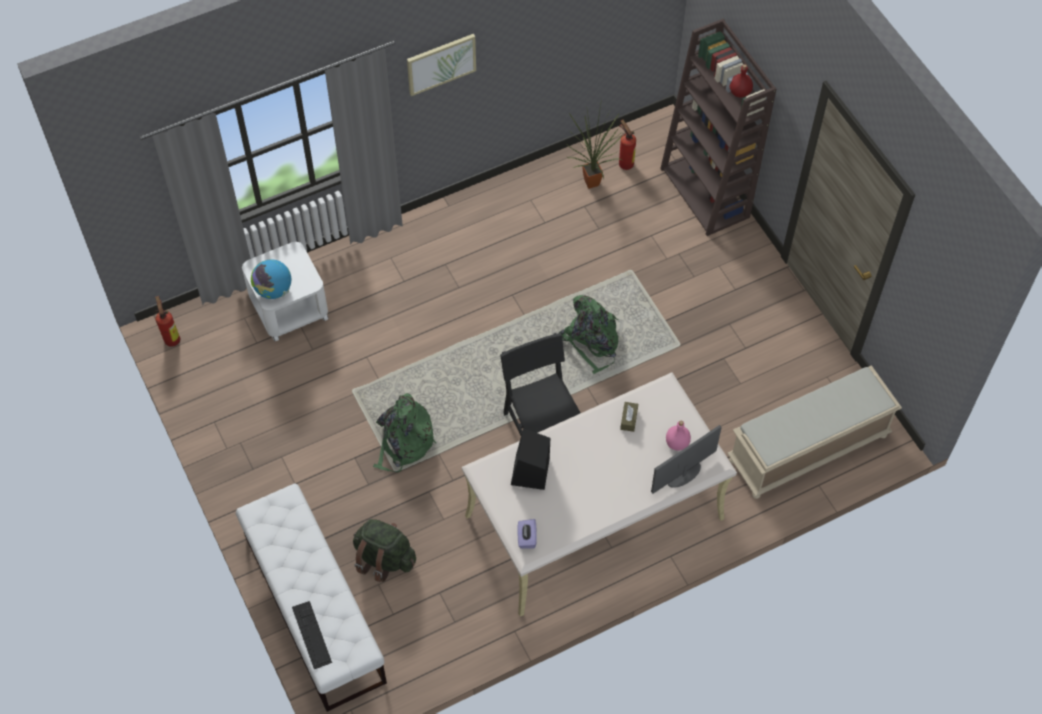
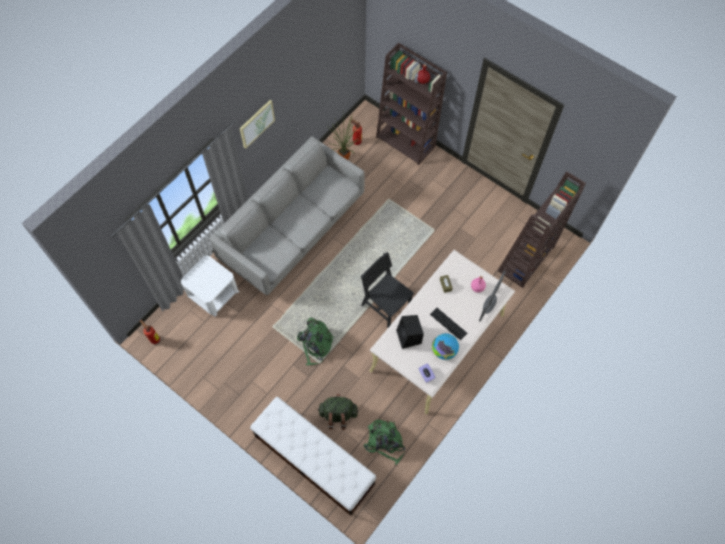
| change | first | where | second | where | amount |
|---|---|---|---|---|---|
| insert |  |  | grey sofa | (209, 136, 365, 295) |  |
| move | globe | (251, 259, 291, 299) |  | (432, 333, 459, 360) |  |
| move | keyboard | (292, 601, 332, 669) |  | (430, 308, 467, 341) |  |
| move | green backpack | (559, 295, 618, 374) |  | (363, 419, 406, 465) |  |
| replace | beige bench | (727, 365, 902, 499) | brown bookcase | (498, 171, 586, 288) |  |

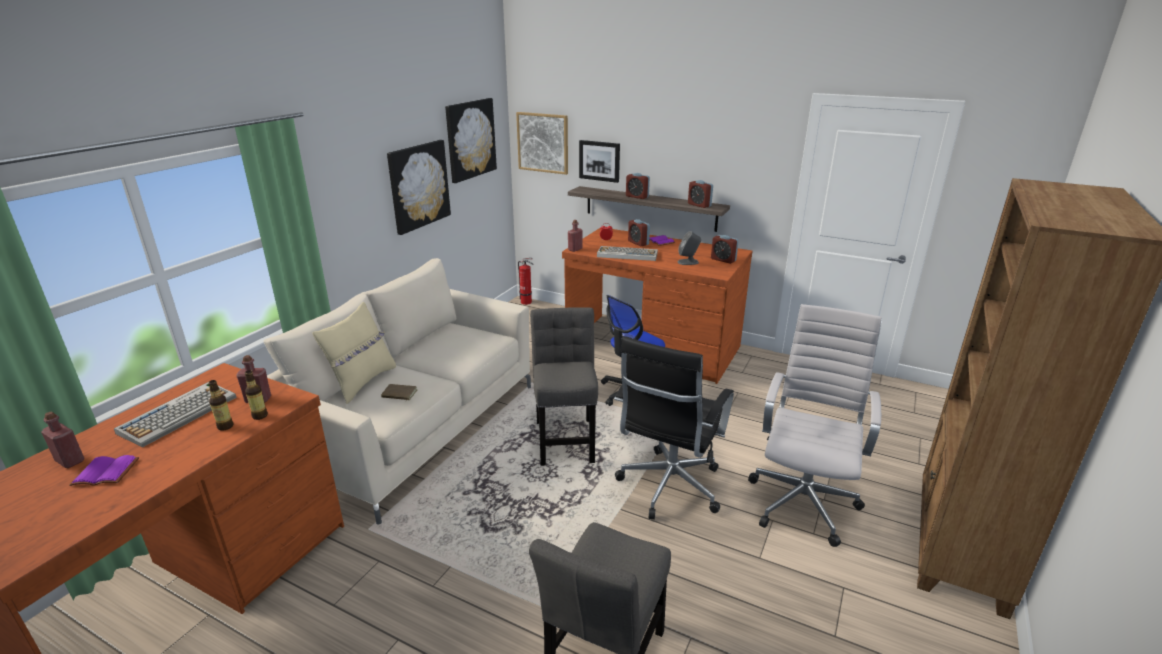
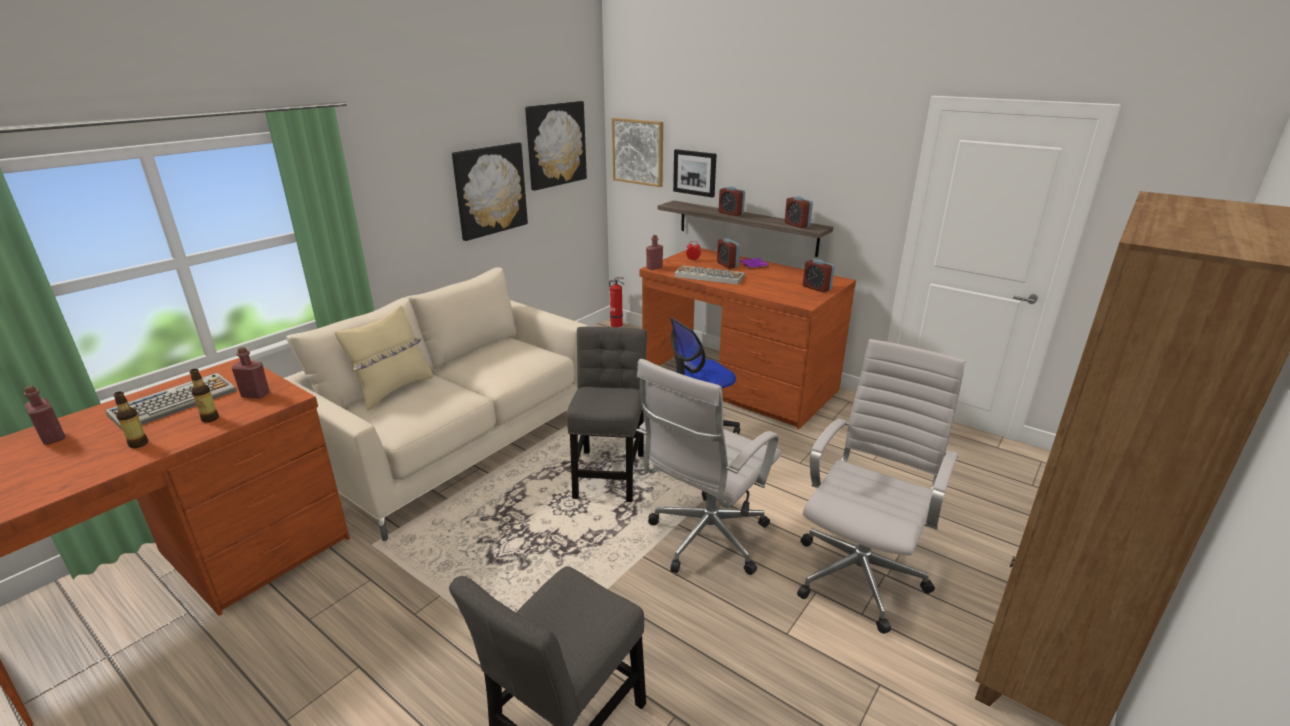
| change | first | where | second | where | amount |
|---|---|---|---|---|---|
| delete | purple book | (69, 455, 139, 486) |  |  |  |
| delete | brown book | (381, 384, 418, 401) |  |  |  |
| delete | grey speaker | (678, 231, 701, 265) |  |  |  |
| move | bottle | (245, 370, 268, 420) |  | (113, 391, 148, 448) |  |
| recolor | black office chair | (614, 336, 734, 520) | white office chair | (637, 359, 782, 575) |  |

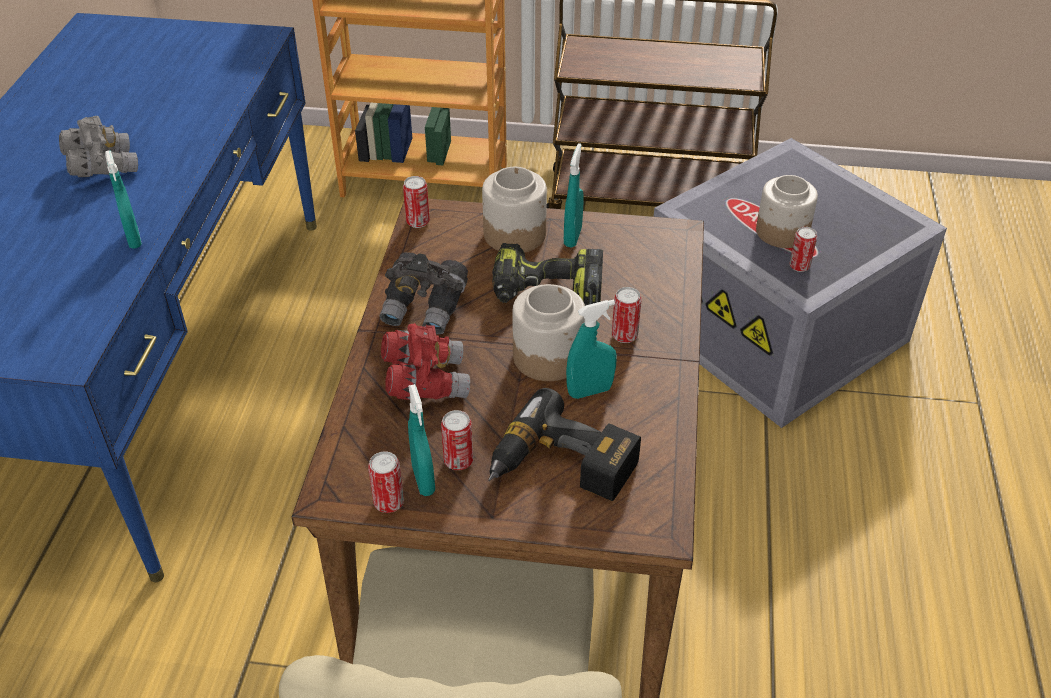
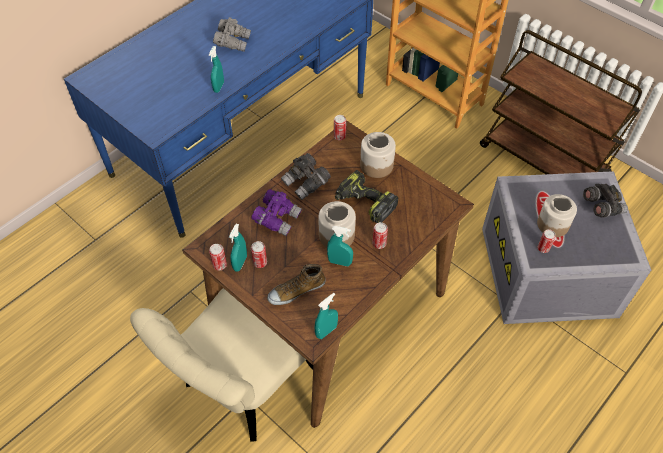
| change | first | where | second | where | amount |
|---|---|---|---|---|---|
| insert |  |  | grey binoculars | (583, 184, 628, 218) |  |
| move | turquoise spray bottle | (564, 143, 584, 247) |  | (314, 293, 338, 339) |  |
| replace | power drill | (488, 388, 641, 501) | shoe | (267, 264, 326, 305) |  |
| recolor | red binoculars | (381, 323, 470, 400) | purple binoculars | (251, 189, 302, 236) |  |

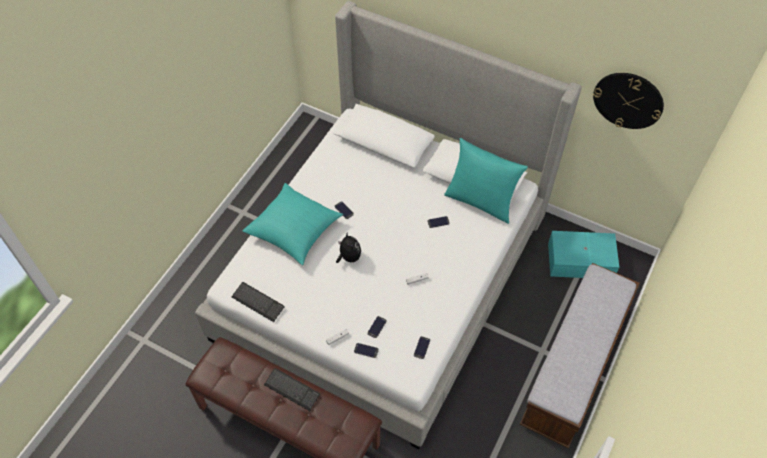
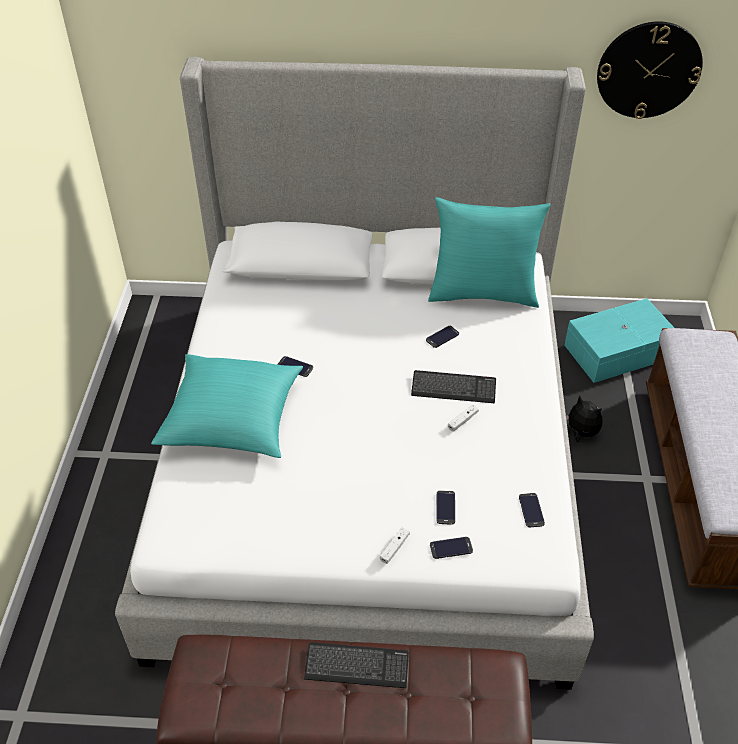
| change | first | where | second | where | amount |
|---|---|---|---|---|---|
| move | keyboard | (232, 282, 285, 322) |  | (411, 370, 496, 403) |  |
| move | plush toy | (336, 233, 361, 263) |  | (566, 395, 603, 443) |  |

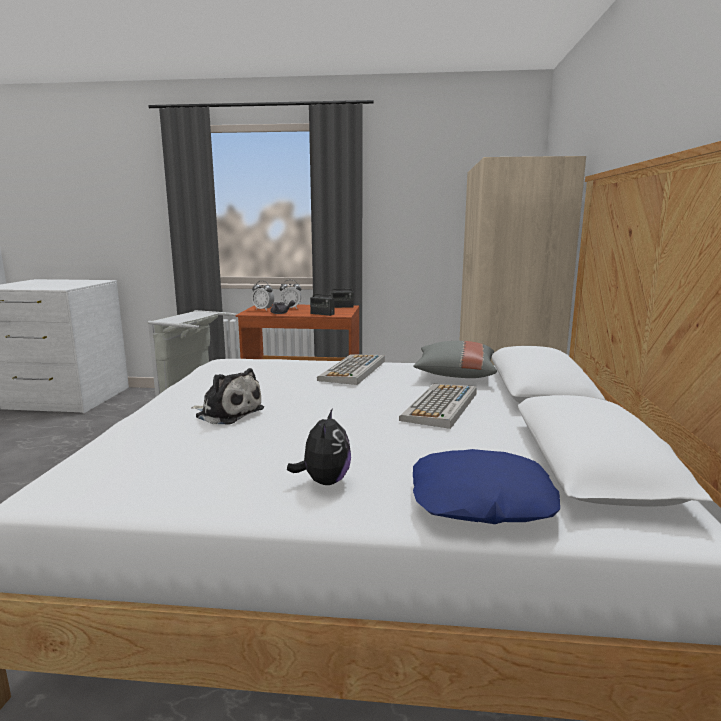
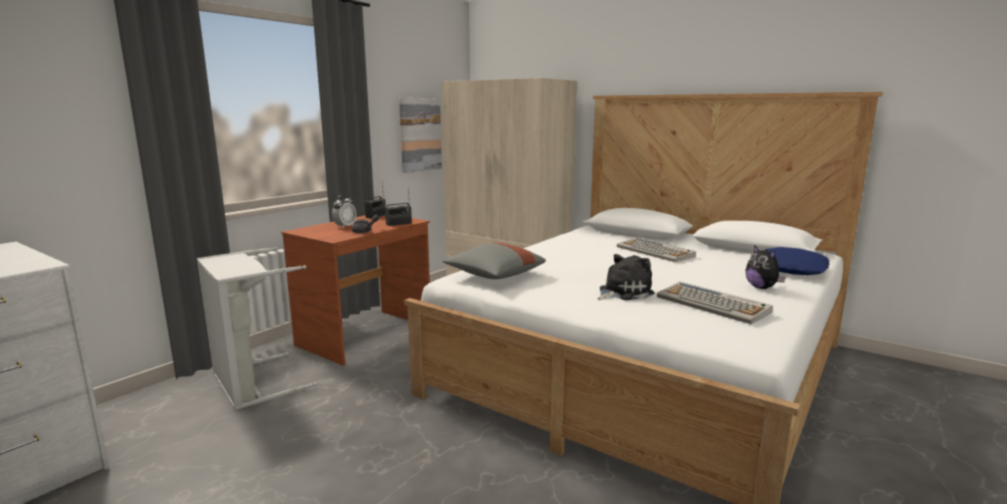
| change | first | where | second | where | amount |
|---|---|---|---|---|---|
| delete | alarm clock | (252, 281, 274, 311) |  |  |  |
| insert |  |  | picture | (399, 98, 442, 173) |  |
| move | keyboard | (317, 354, 385, 385) |  | (657, 282, 773, 324) |  |
| move | grey pillow | (413, 341, 497, 378) |  | (442, 242, 546, 279) |  |
| rotate | plush toy | (287, 408, 351, 485) |  | (745, 245, 785, 289) | 150 degrees counterclockwise |

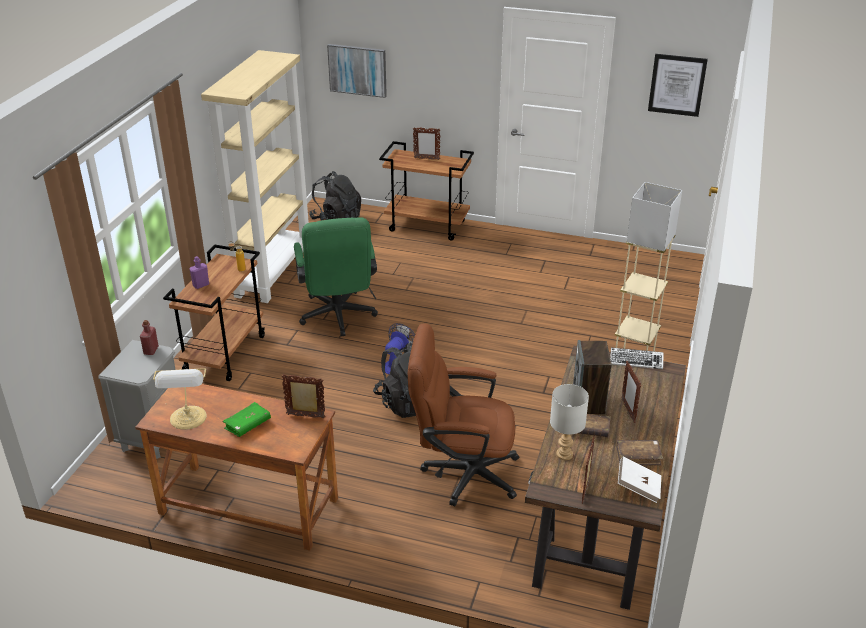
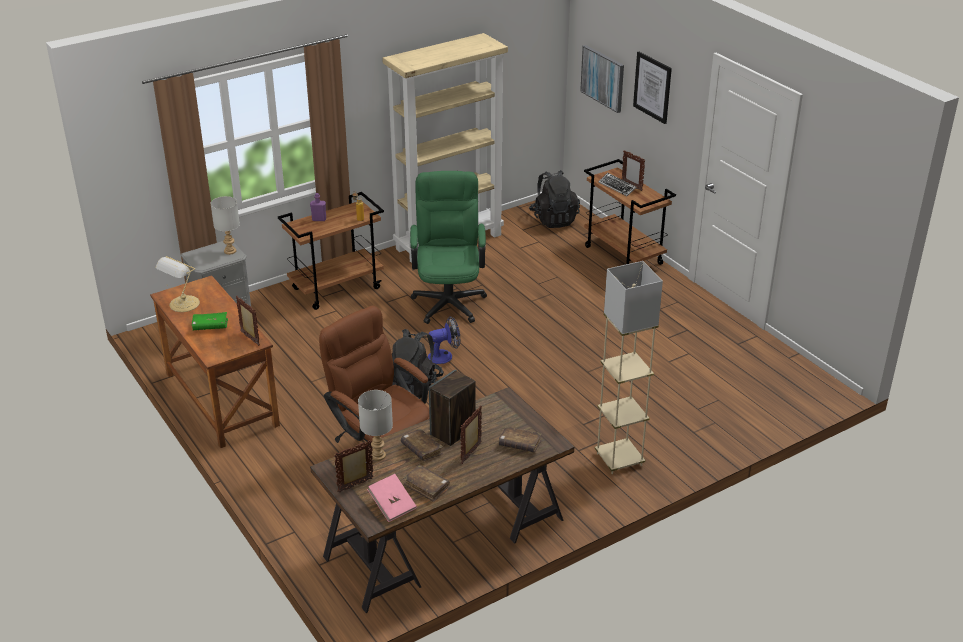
| change | first | where | second | where | amount |
|---|---|---|---|---|---|
| insert |  |  | brown book | (499, 426, 542, 453) |  |
| move | keyboard | (610, 348, 664, 369) |  | (598, 173, 637, 196) |  |
| move | picture | (648, 54, 708, 117) |  | (633, 52, 672, 124) |  |
| replace | red bottle | (140, 320, 159, 355) | grey table lamp | (210, 196, 240, 255) |  |
| recolor | white book | (618, 457, 661, 503) | pink book | (367, 474, 417, 522) |  |
| rotate | green office chair | (294, 217, 378, 336) |  | (410, 171, 487, 324) | 150 degrees clockwise |

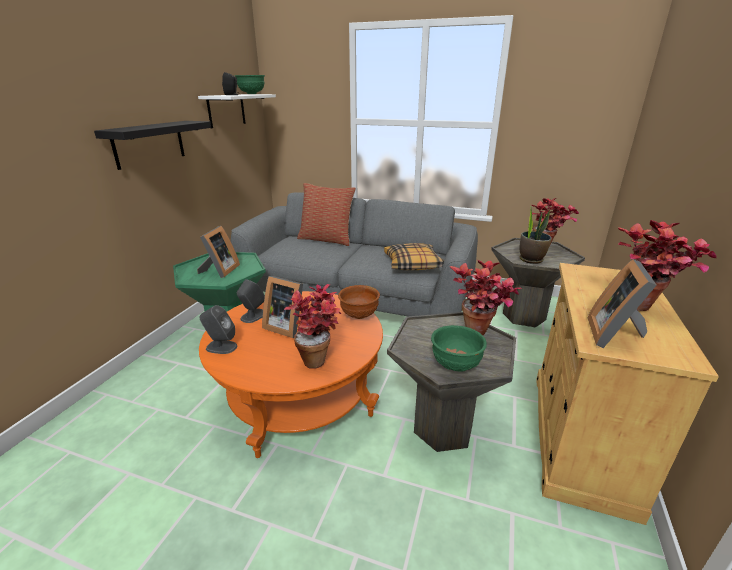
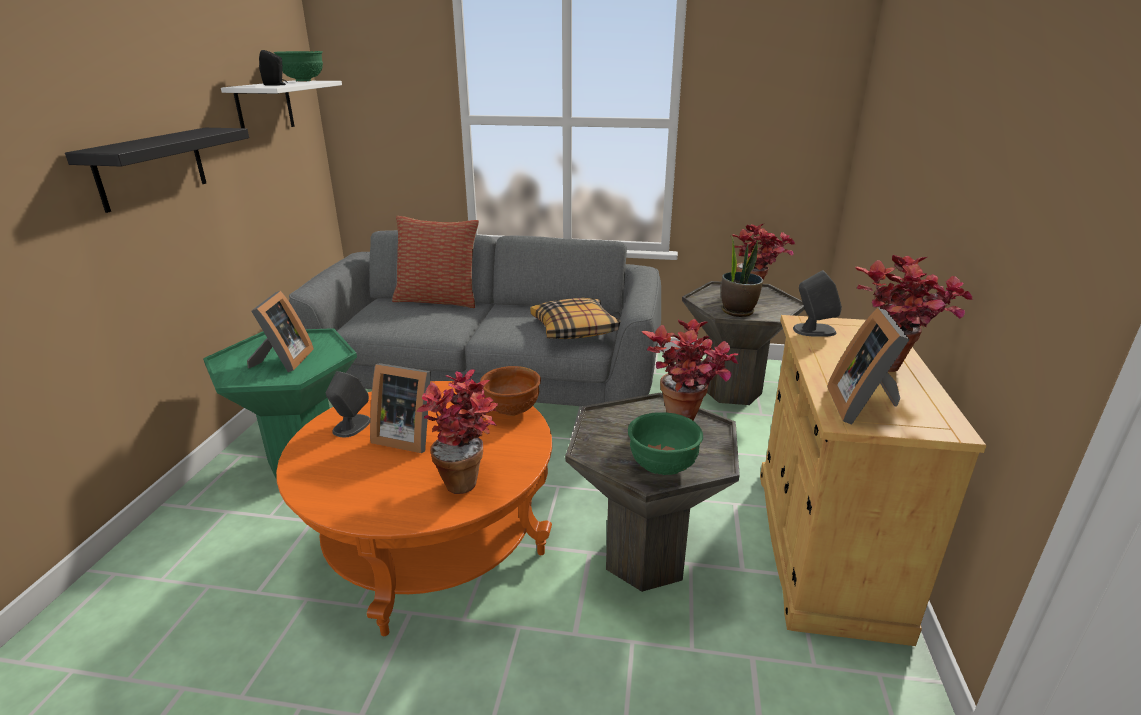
| change | first | where | second | where | amount |
|---|---|---|---|---|---|
| move | grey speaker | (199, 305, 237, 354) |  | (793, 270, 842, 337) |  |

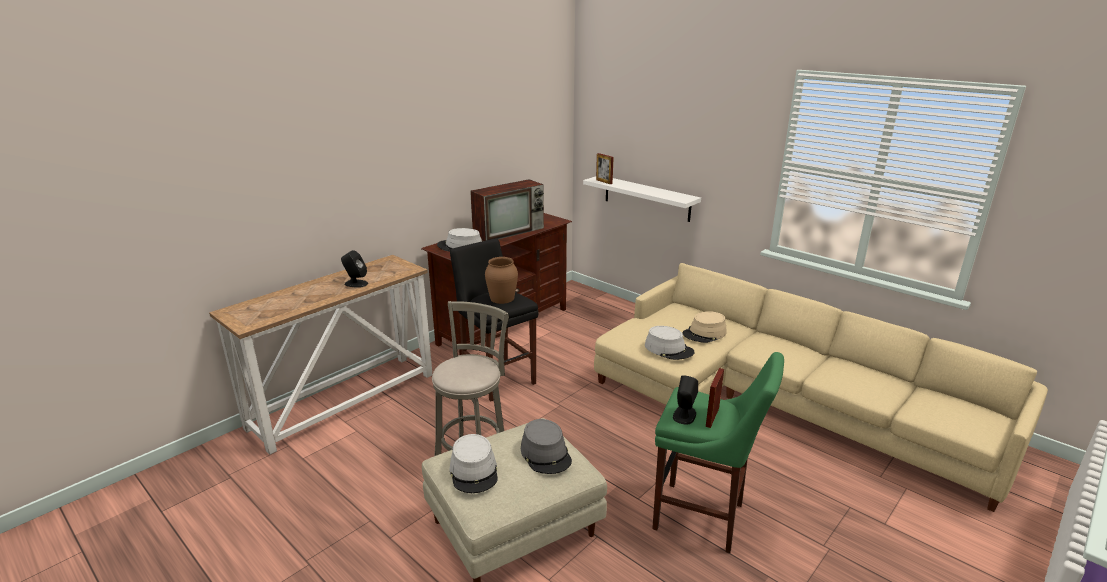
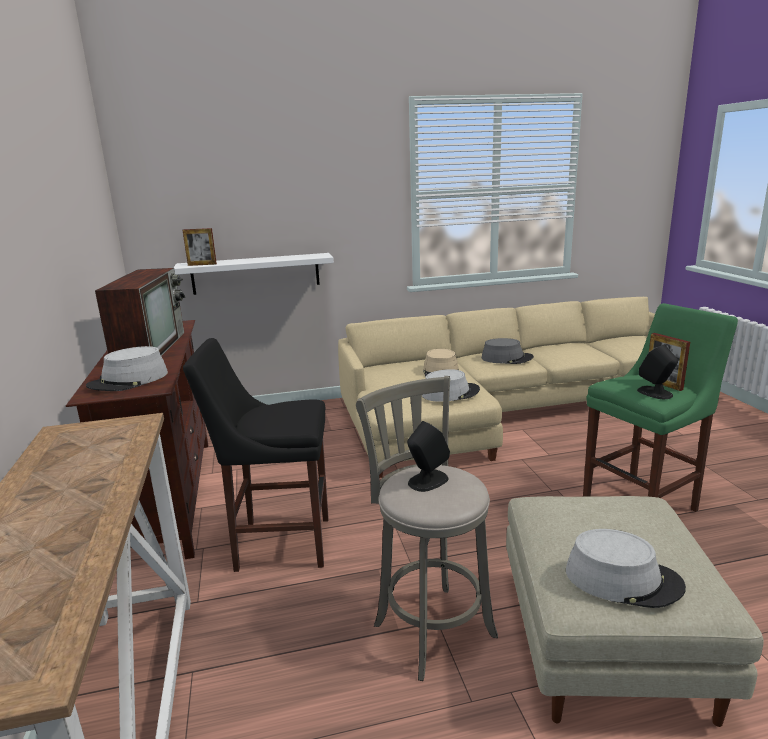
| change | first | where | second | where | amount |
|---|---|---|---|---|---|
| delete | brown vase | (485, 257, 518, 304) |  |  |  |
| move | black speaker | (341, 250, 368, 288) |  | (407, 421, 450, 492) |  |
| move | grey hat | (521, 419, 572, 474) |  | (482, 338, 534, 364) |  |

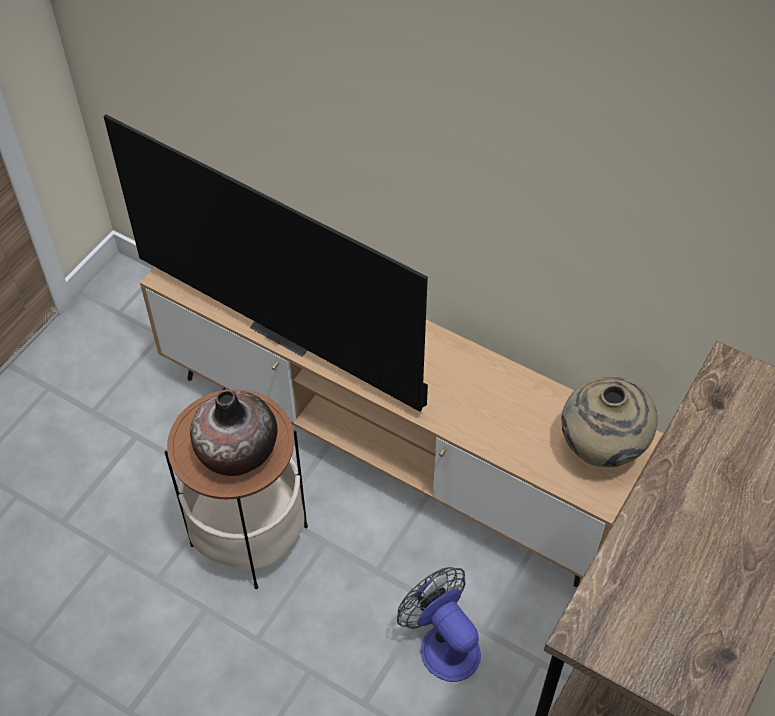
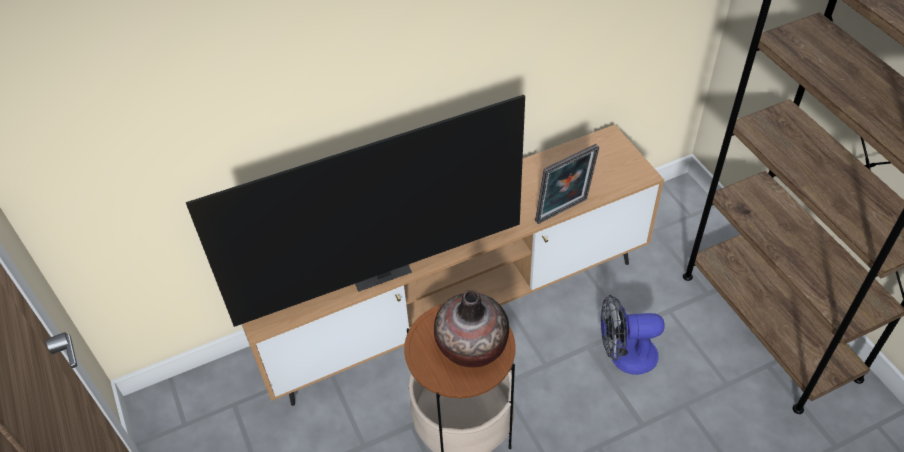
| change | first | where | second | where | amount |
|---|---|---|---|---|---|
| delete | beige vase | (562, 377, 658, 467) |  |  |  |
| insert |  |  | picture frame | (535, 144, 599, 224) |  |

